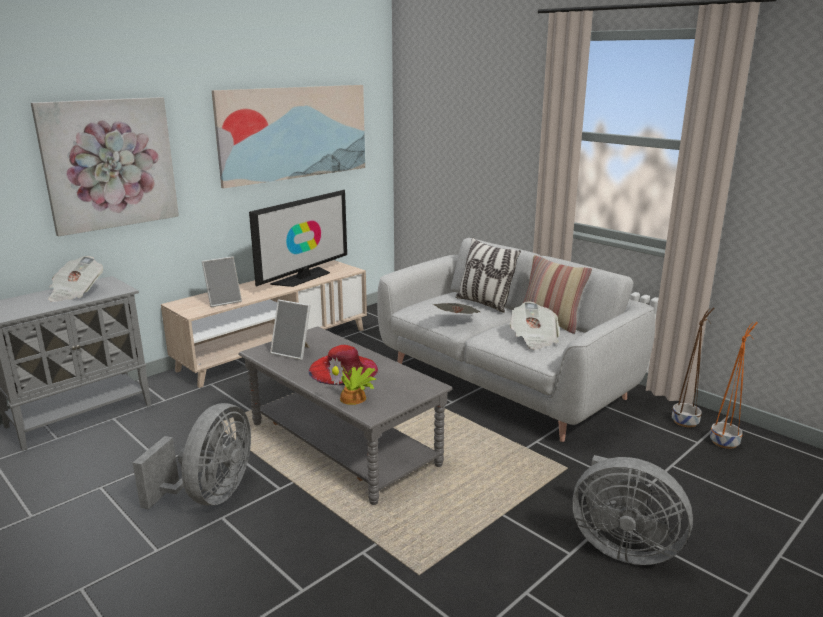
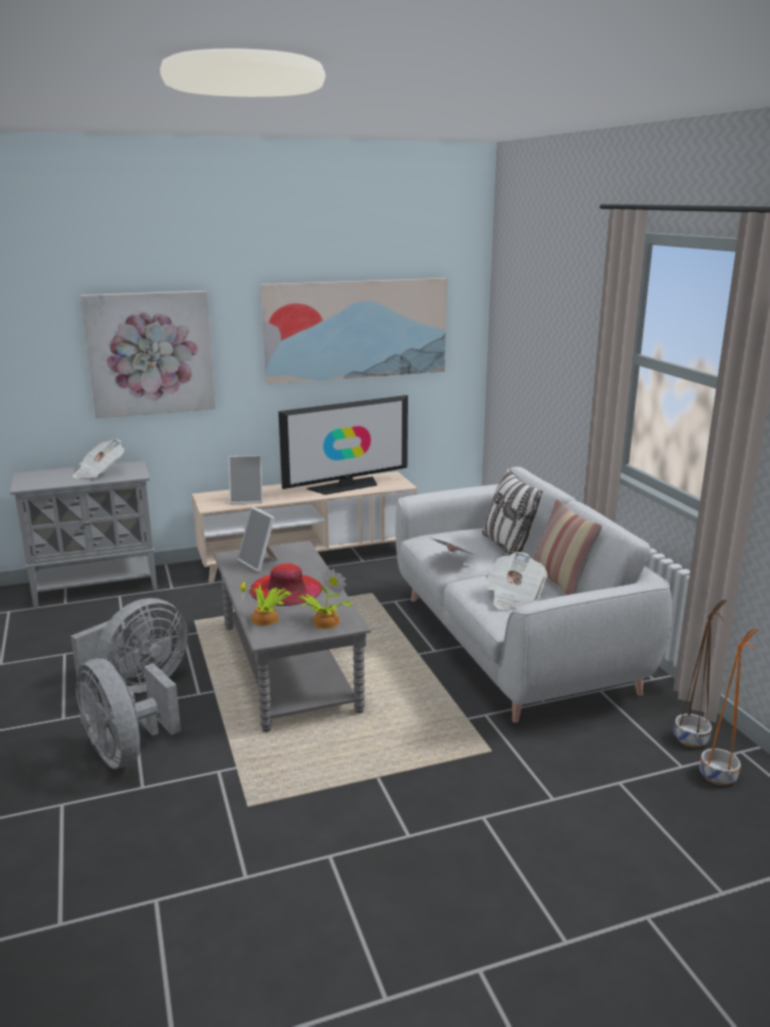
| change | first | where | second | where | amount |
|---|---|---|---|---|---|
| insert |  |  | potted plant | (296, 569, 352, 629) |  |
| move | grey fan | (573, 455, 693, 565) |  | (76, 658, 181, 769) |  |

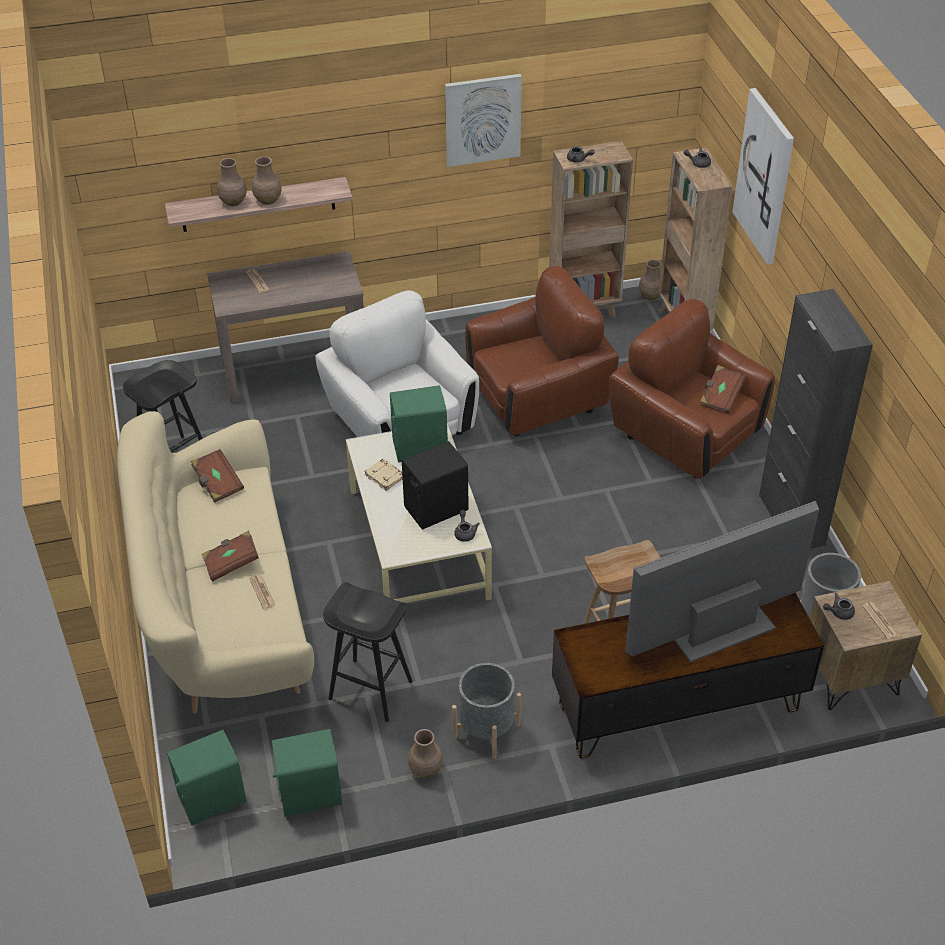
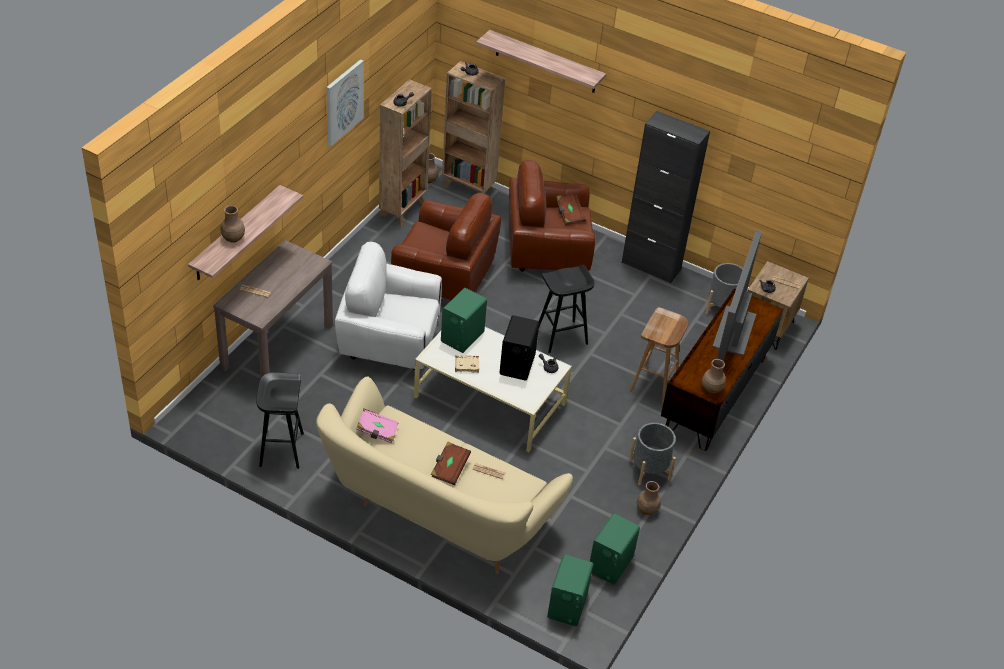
| change | first | where | second | where | amount |
|---|---|---|---|---|---|
| move | brown vase | (252, 156, 282, 205) |  | (702, 359, 726, 394) |  |
| move | black stool | (323, 582, 413, 722) |  | (539, 265, 595, 353) |  |
| replace | picture | (733, 88, 794, 264) | shelf | (476, 30, 606, 93) |  |
| recolor | brown book | (191, 449, 244, 502) | pink book | (356, 409, 399, 443) |  |
| rotate | brown armchair | (465, 266, 619, 436) |  | (391, 193, 501, 300) | 90 degrees clockwise |

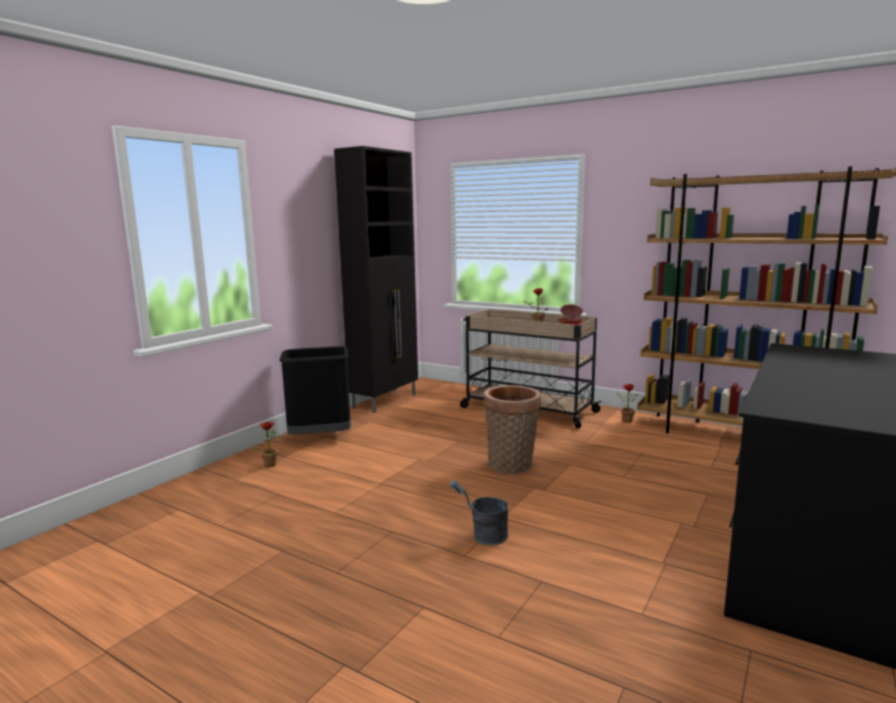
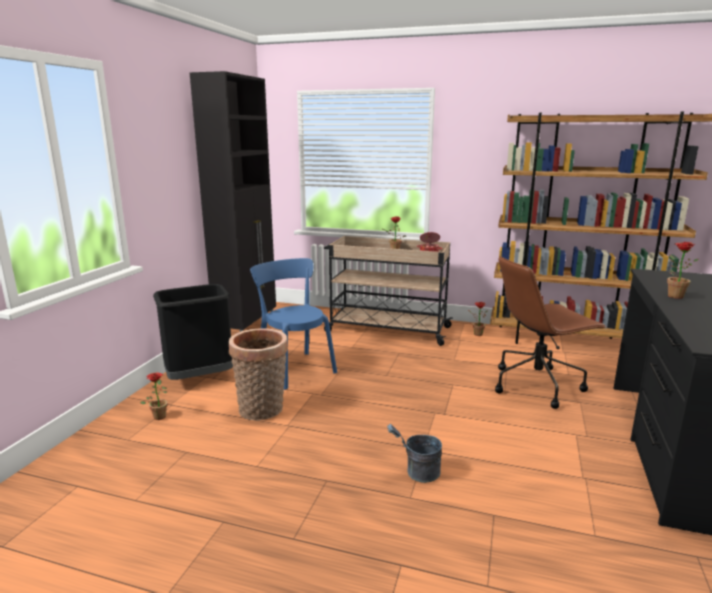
| change | first | where | second | where | amount |
|---|---|---|---|---|---|
| insert |  |  | blue chair | (250, 258, 337, 390) |  |
| insert |  |  | brown office chair | (495, 256, 606, 409) |  |
| insert |  |  | potted plant | (667, 242, 699, 299) |  |
| move | basket | (484, 385, 541, 474) |  | (229, 328, 288, 420) |  |

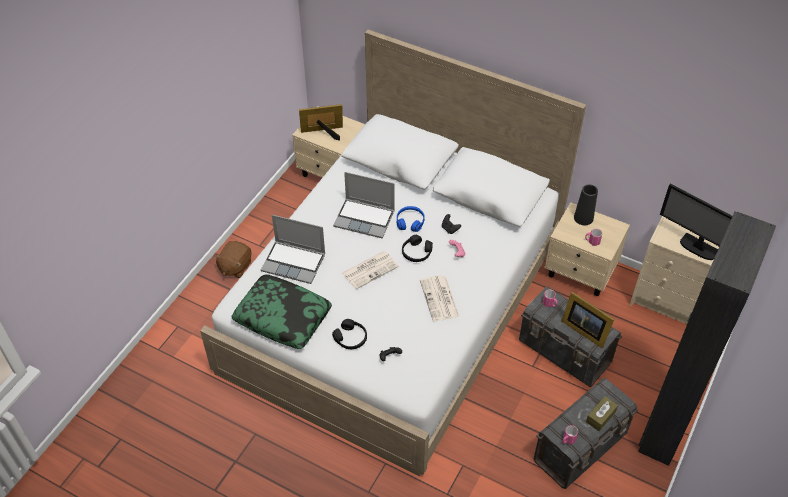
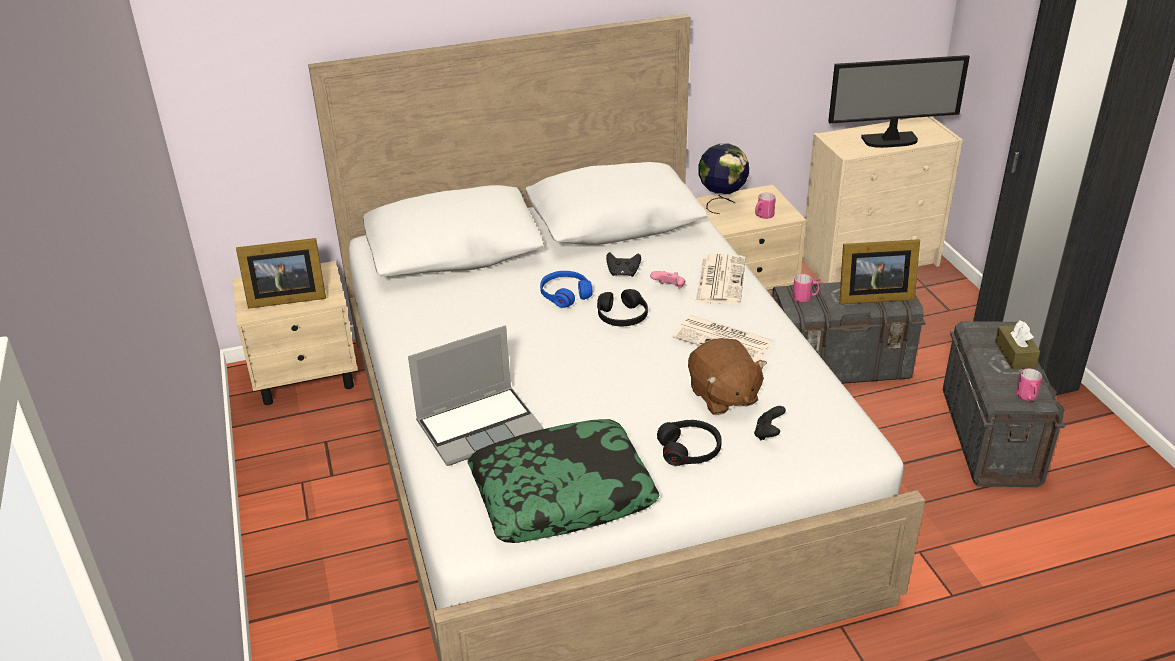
| change | first | where | second | where | amount |
|---|---|---|---|---|---|
| delete | laptop | (333, 172, 395, 239) |  |  |  |
| move | brown plush toy | (214, 241, 252, 278) |  | (688, 338, 767, 415) |  |
| move | newspaper | (342, 251, 399, 290) |  | (695, 254, 746, 305) |  |
| replace | black vase | (574, 184, 598, 225) | globe | (698, 143, 749, 214) |  |
| rotate | picture frame | (299, 104, 343, 141) |  | (236, 238, 326, 308) | 135 degrees counterclockwise |

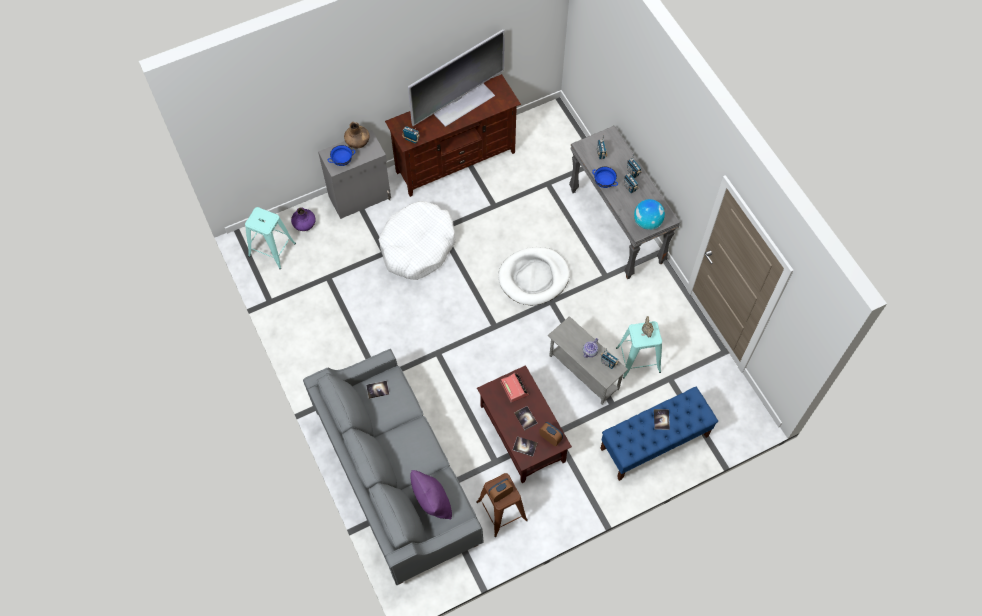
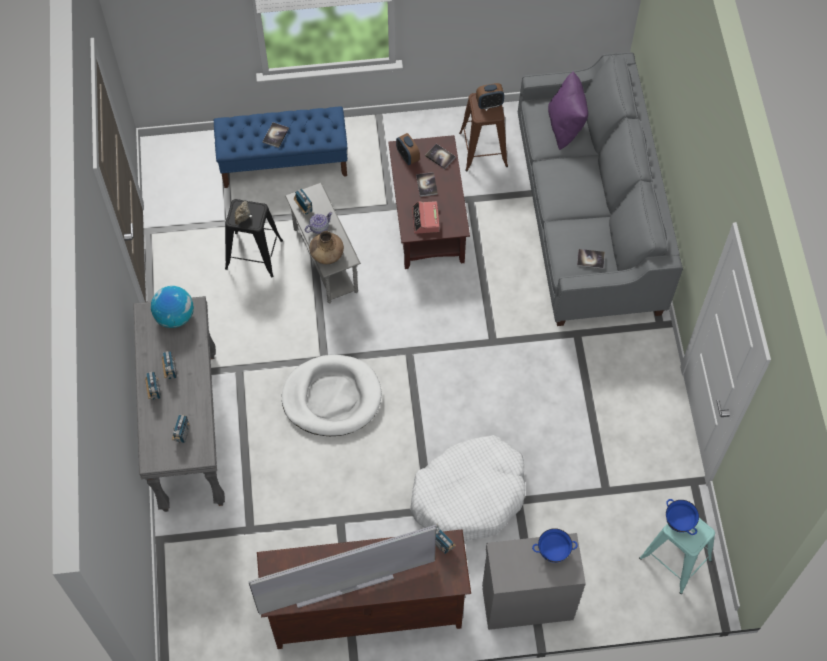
| change | first | where | second | where | amount |
|---|---|---|---|---|---|
| delete | purple vase | (291, 207, 316, 231) |  |  |  |
| move | brown vase | (344, 122, 369, 149) |  | (309, 231, 344, 264) |  |
| move | blue bowl | (592, 167, 618, 188) |  | (666, 499, 699, 535) |  |
| recolor | turquoise stool | (616, 321, 662, 378) | black stool | (225, 199, 283, 277) |  |

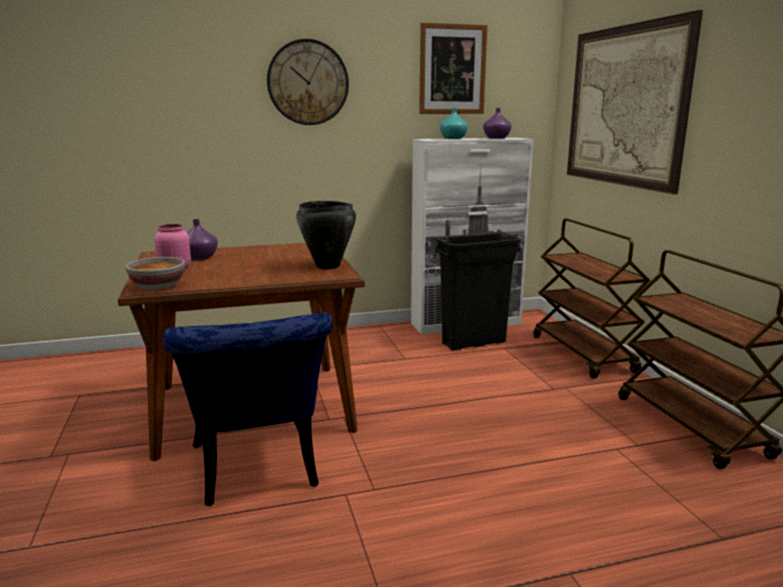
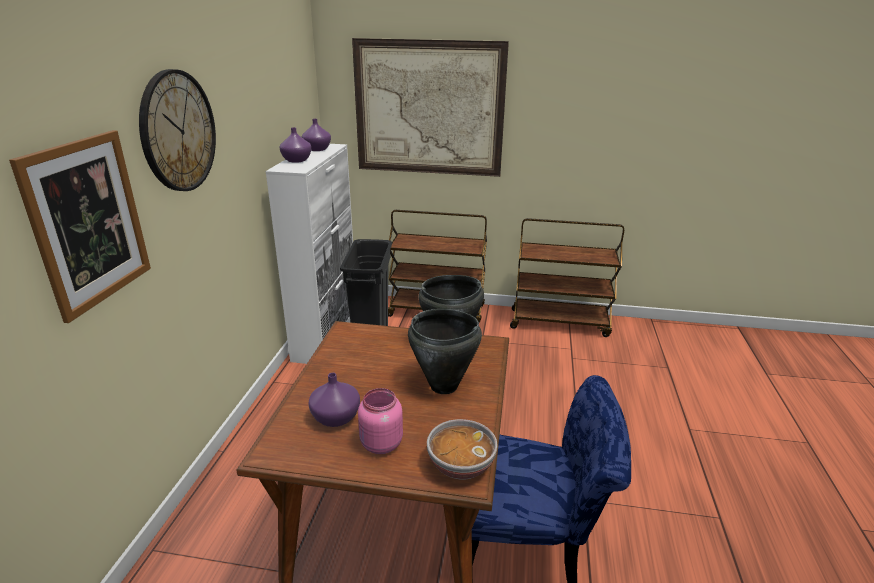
| change | first | where | second | where | amount |
|---|---|---|---|---|---|
| insert |  |  | black cooking pot | (408, 309, 482, 394) |  |
| move | picture | (419, 23, 487, 114) |  | (9, 130, 151, 323) |  |
| recolor | turquoise vase | (440, 108, 468, 139) | purple vase | (280, 127, 311, 163) |  |

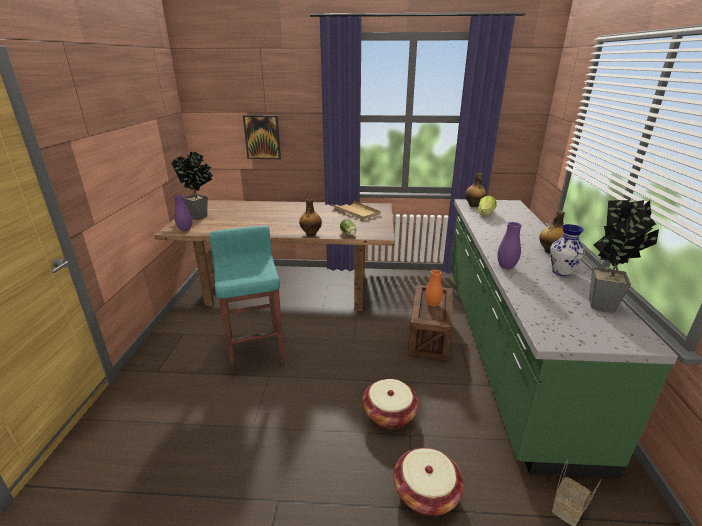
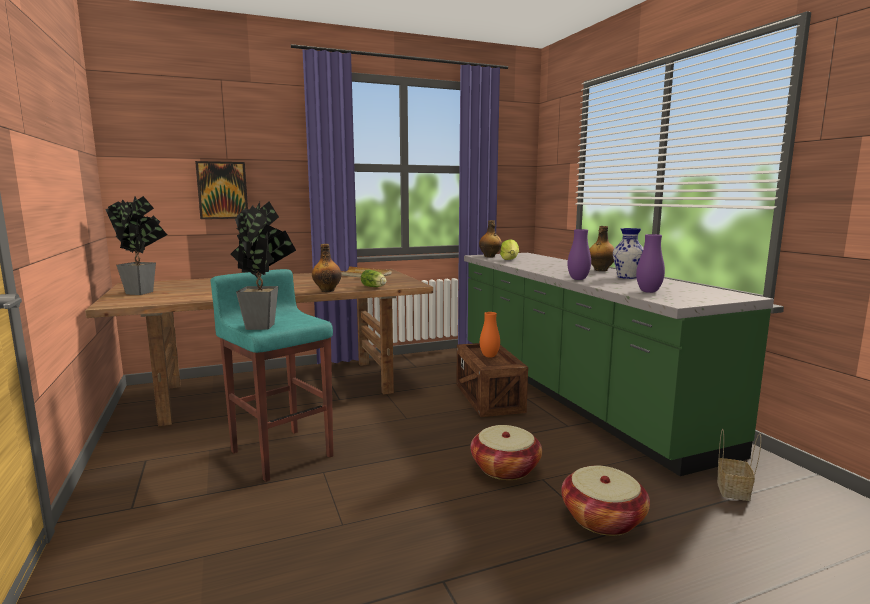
| change | first | where | second | where | amount |
|---|---|---|---|---|---|
| move | purple vase | (174, 195, 192, 231) |  | (636, 234, 665, 293) |  |
| move | potted plant | (589, 200, 659, 312) |  | (231, 202, 296, 330) |  |

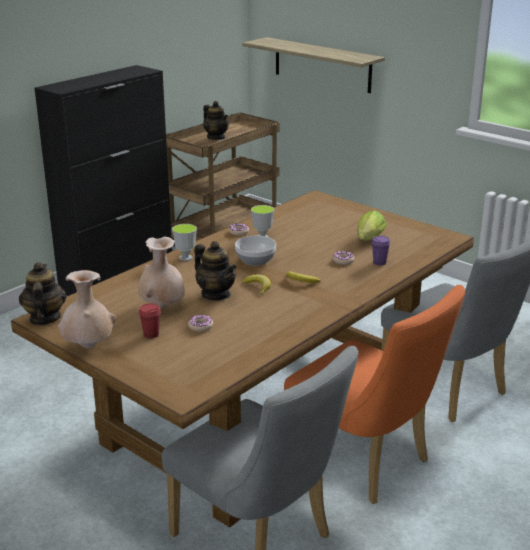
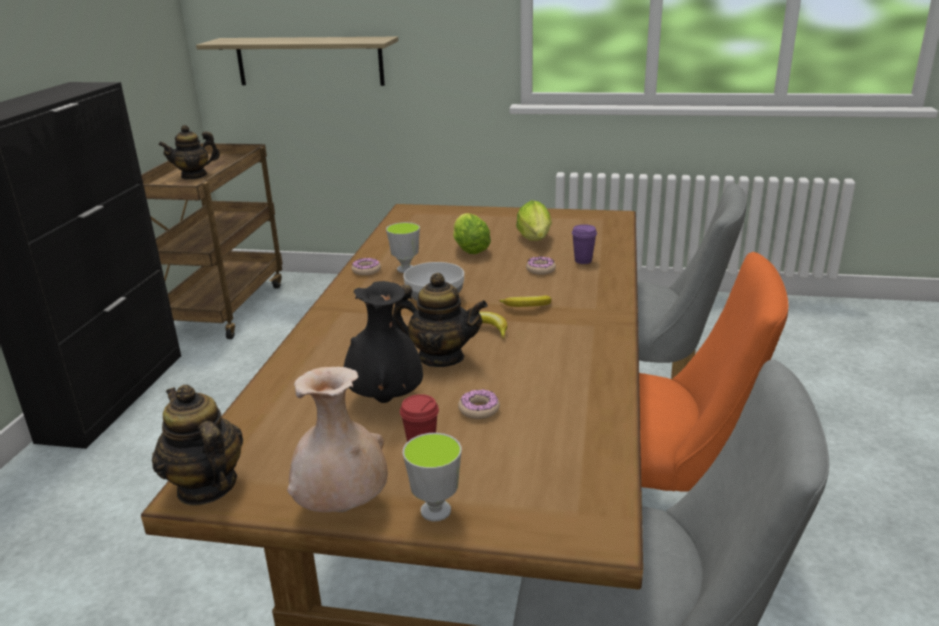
| change | first | where | second | where | amount |
|---|---|---|---|---|---|
| insert |  |  | lettuce | (453, 213, 491, 254) |  |
| move | cup | (172, 224, 197, 261) |  | (403, 433, 461, 521) |  |
| recolor | beige vase | (138, 237, 185, 308) | black vase | (344, 281, 423, 403) |  |
| rotate | teapot | (203, 101, 229, 140) |  | (158, 125, 220, 180) | 135 degrees clockwise |

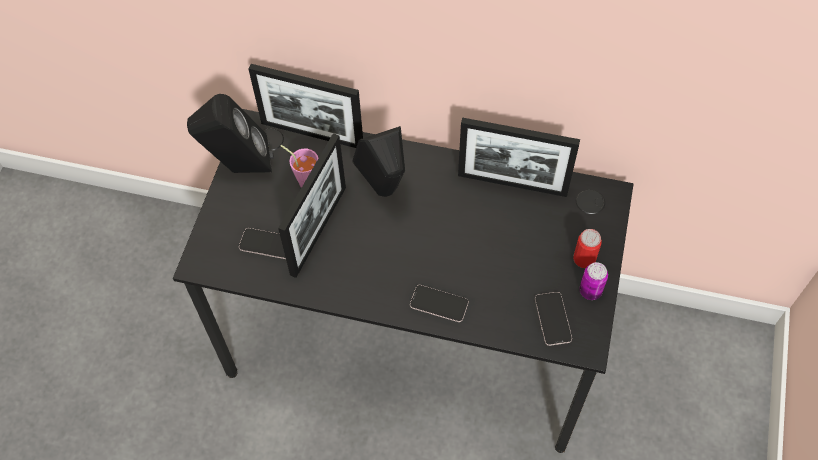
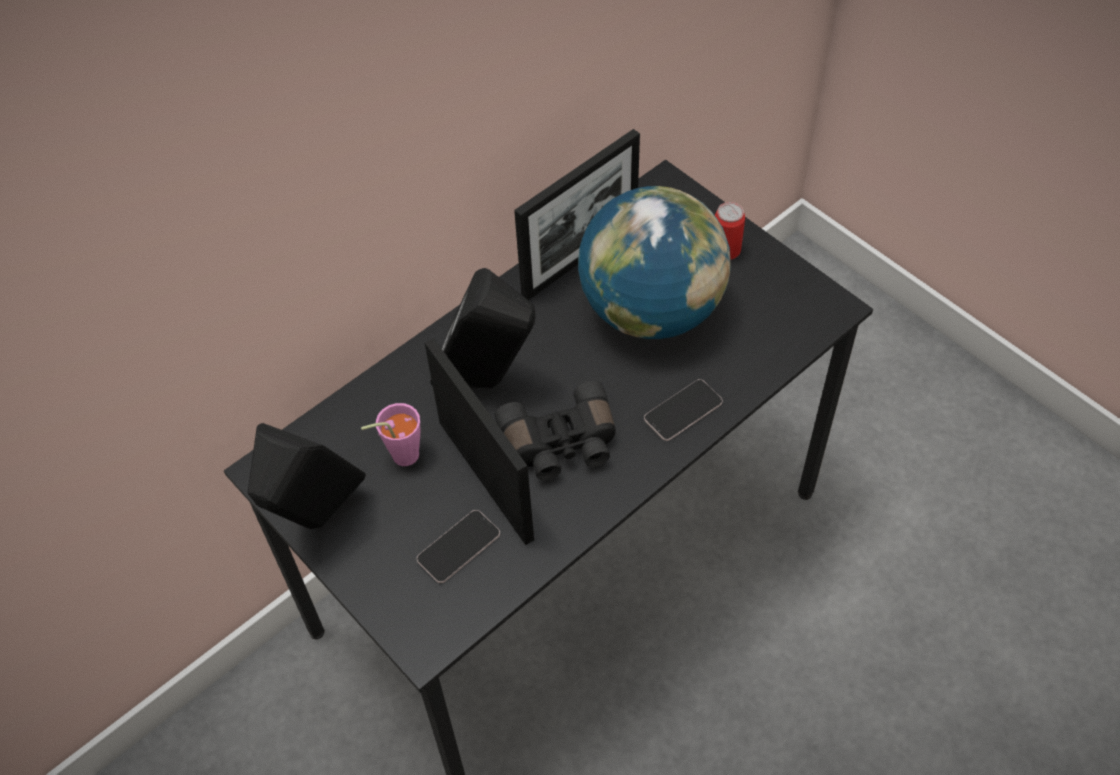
| change | first | where | second | where | amount |
|---|---|---|---|---|---|
| delete | picture frame | (248, 64, 363, 148) |  |  |  |
| delete | phone | (535, 292, 572, 346) |  |  |  |
| delete | can | (579, 262, 608, 300) |  |  |  |
| insert |  |  | black binoculars | (494, 380, 616, 480) |  |
| insert |  |  | globe | (578, 186, 731, 339) |  |

